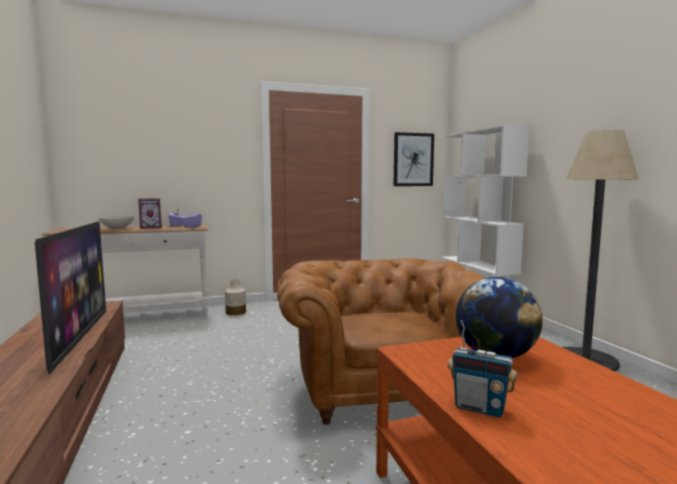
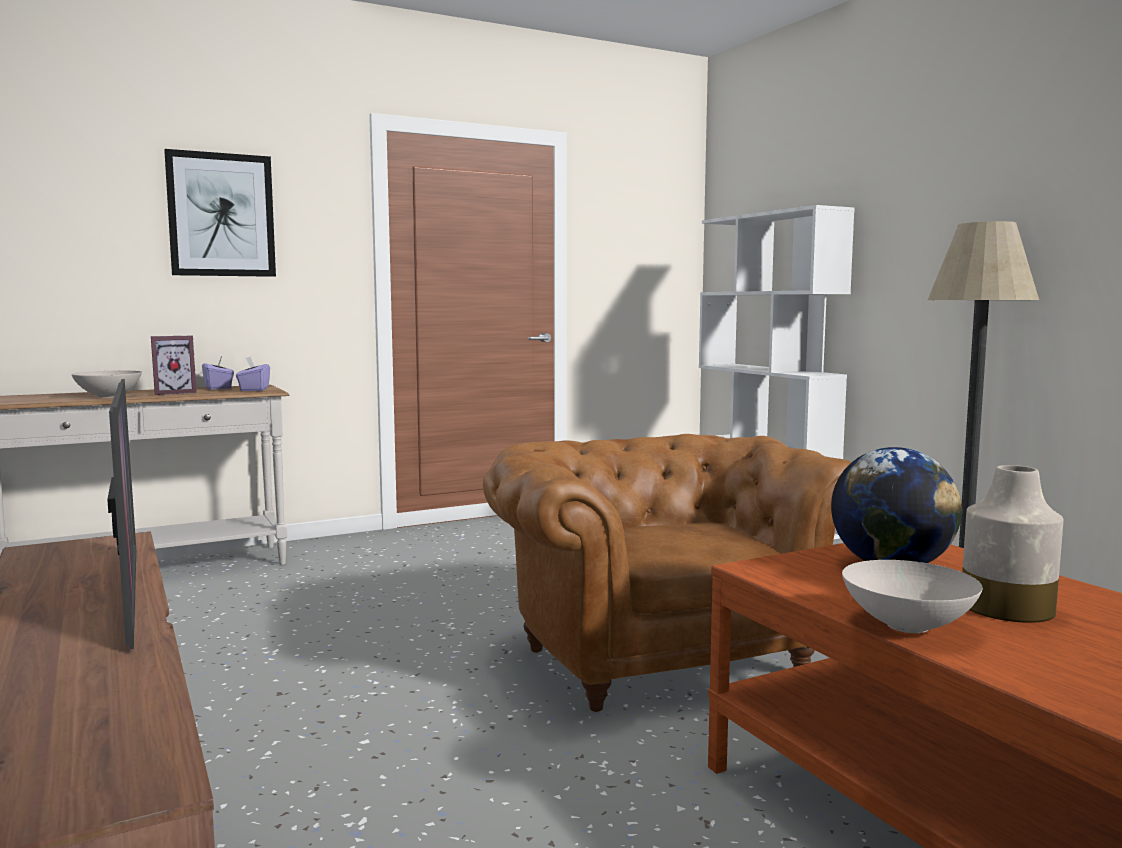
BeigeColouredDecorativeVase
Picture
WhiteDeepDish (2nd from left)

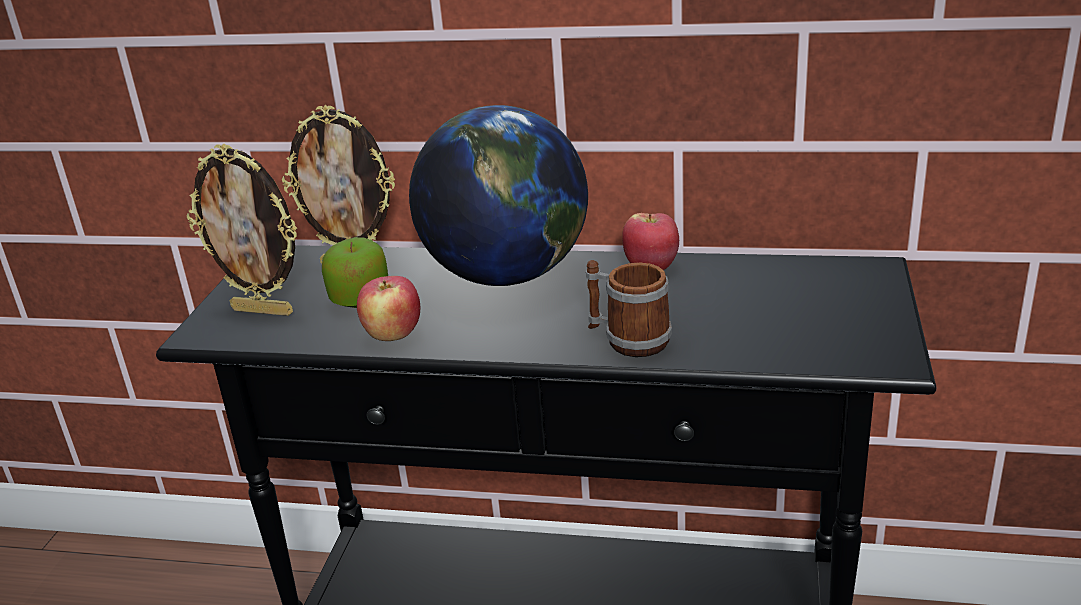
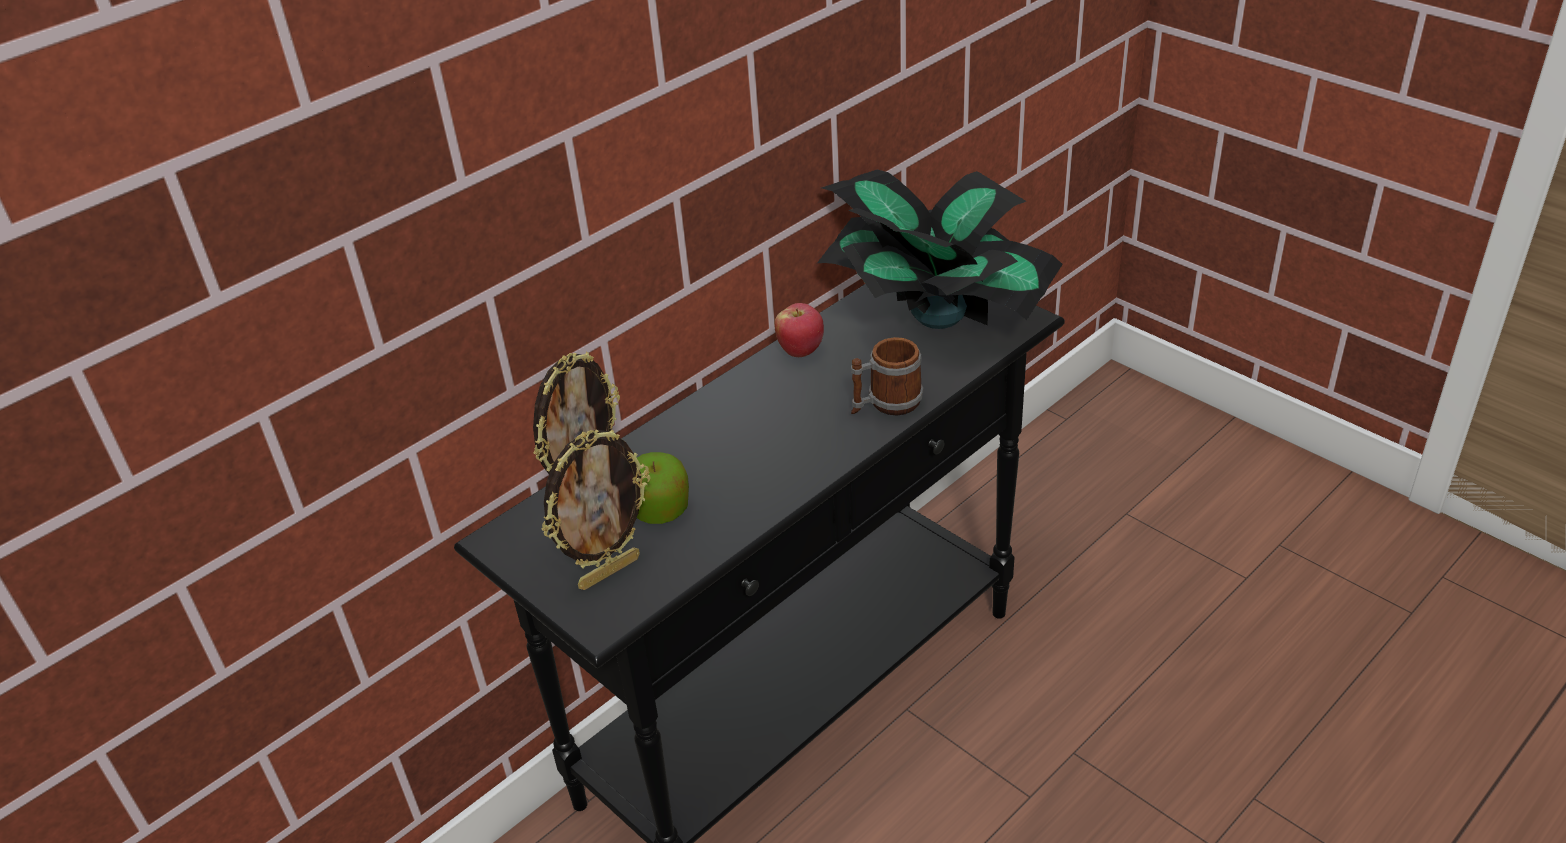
AppleFruit (2nd from left in the first image)
DeskGlobe
PottedPlant

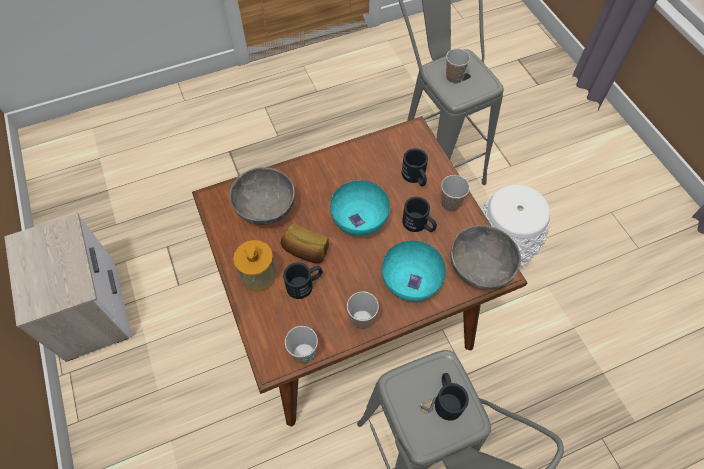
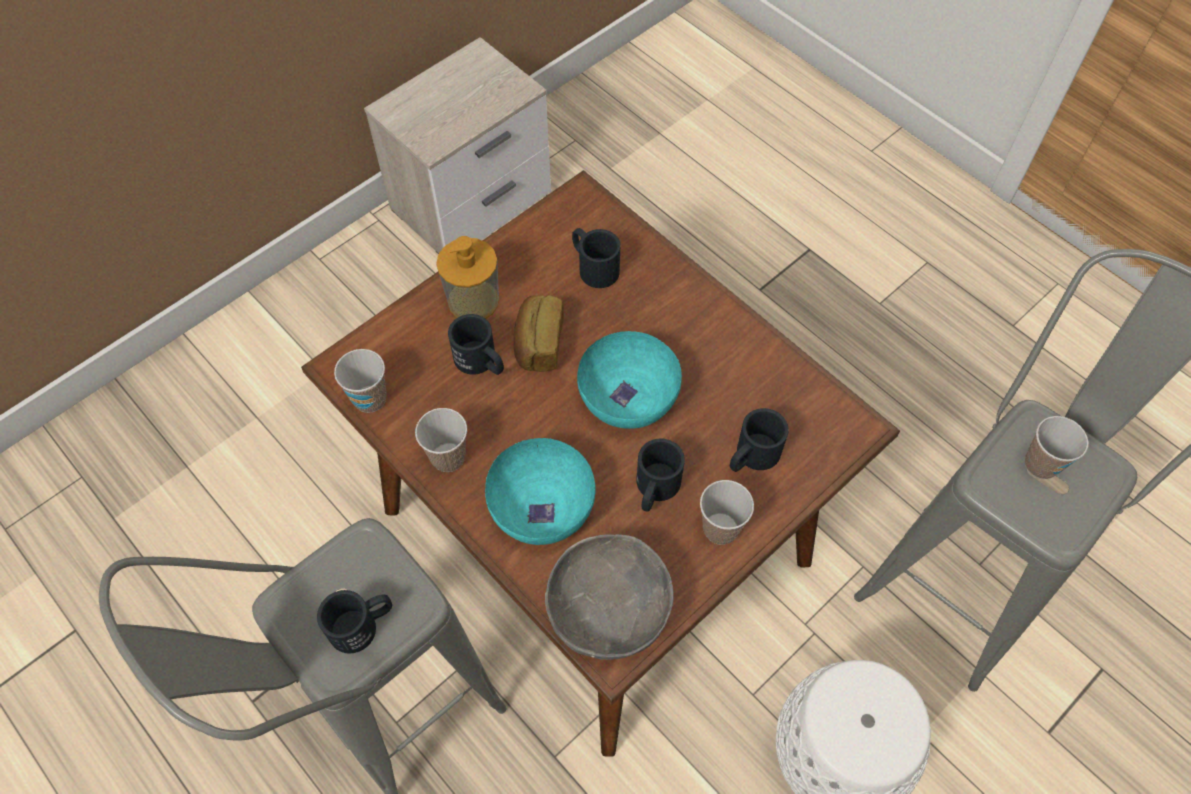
BlackCoffeeMug (3rd from left)

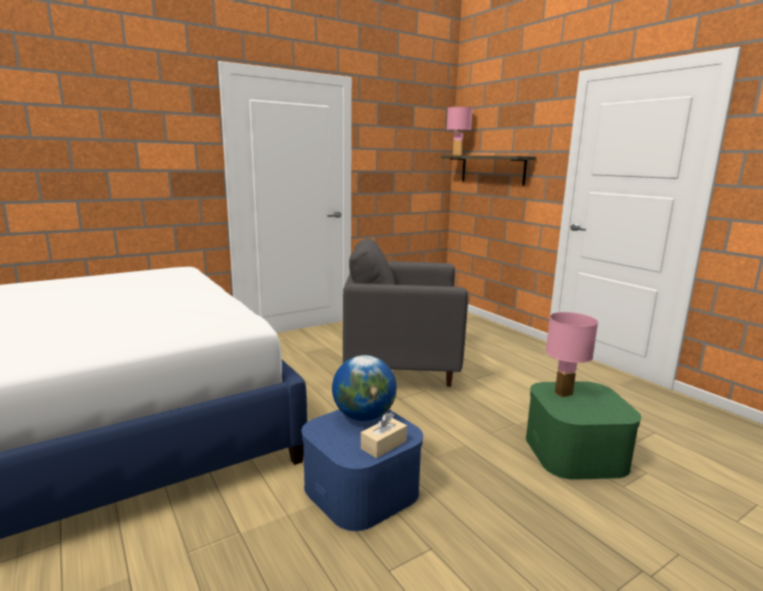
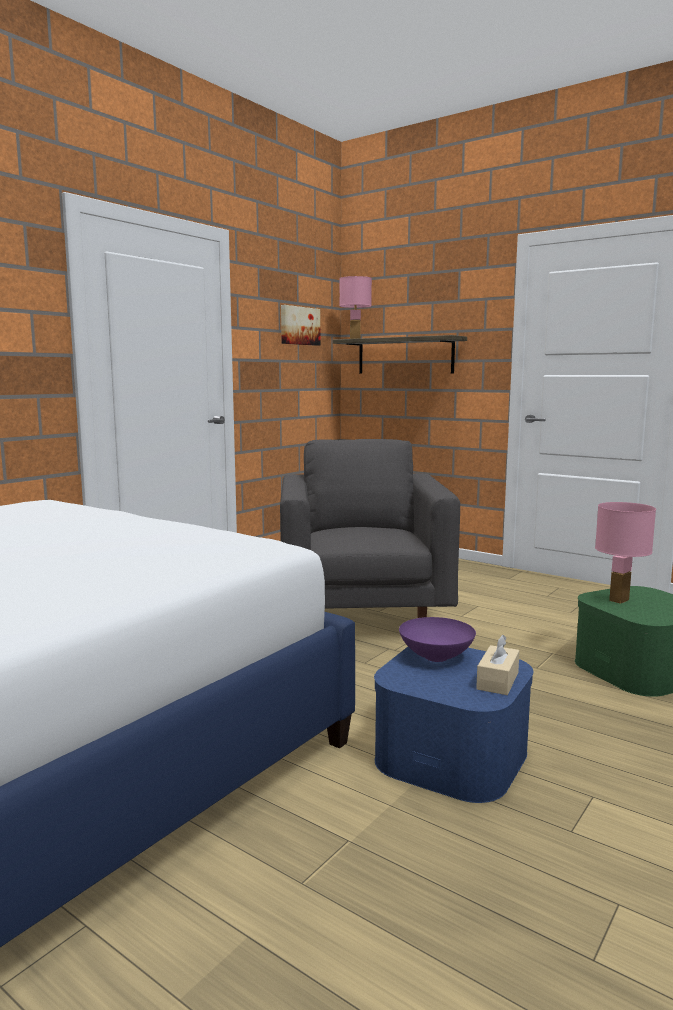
PurplishDeepDish
GreyArmchair
Picture

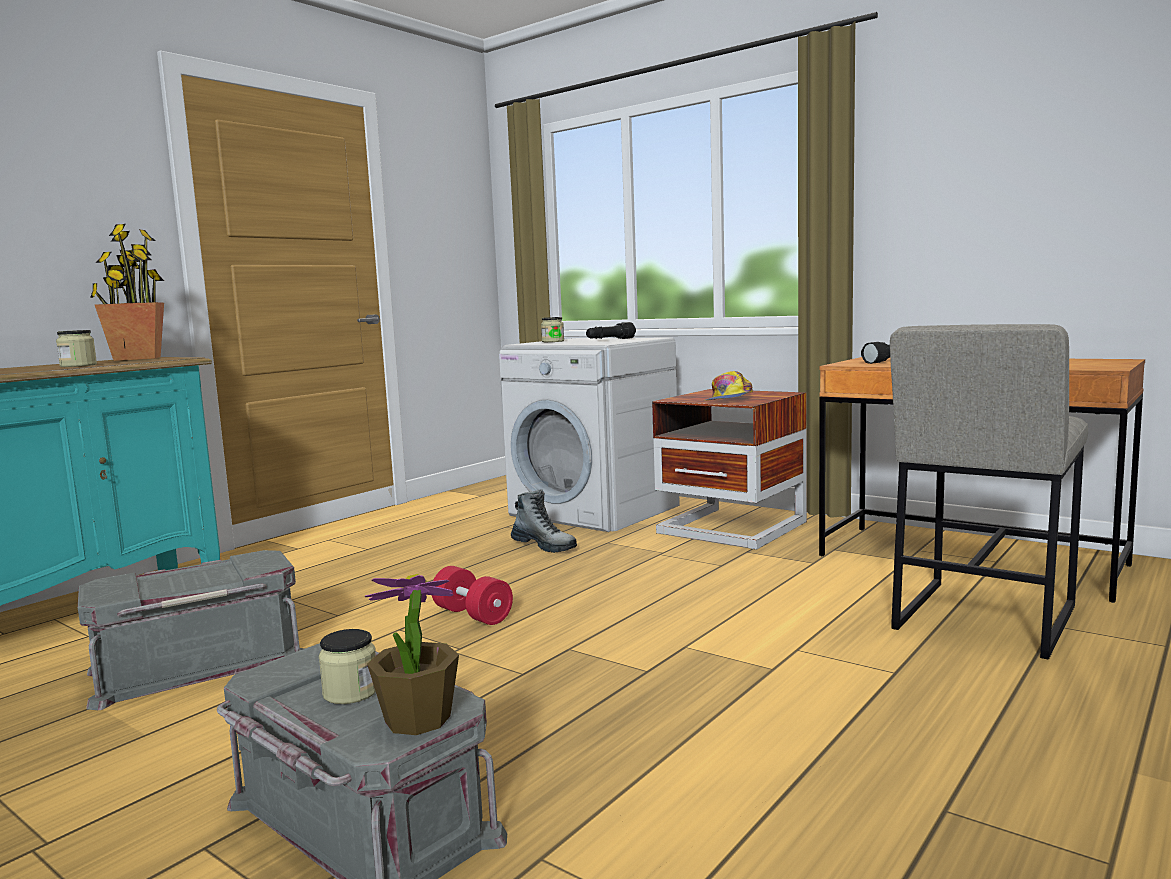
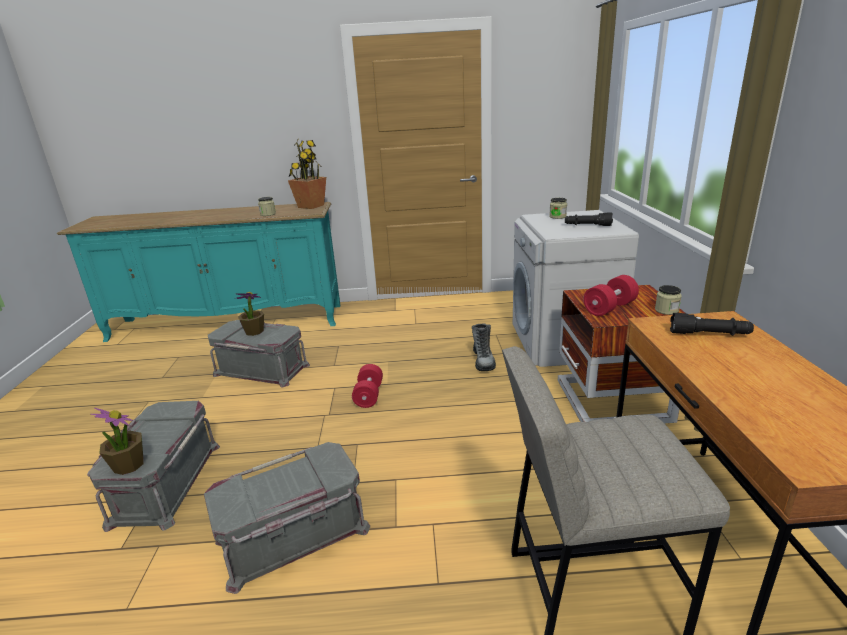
Jar (3rd from left)
RedColouredHandWeight (2nd from left)
GreyStorageContainer (3rd from left)
PottedPlant (2nd from left)

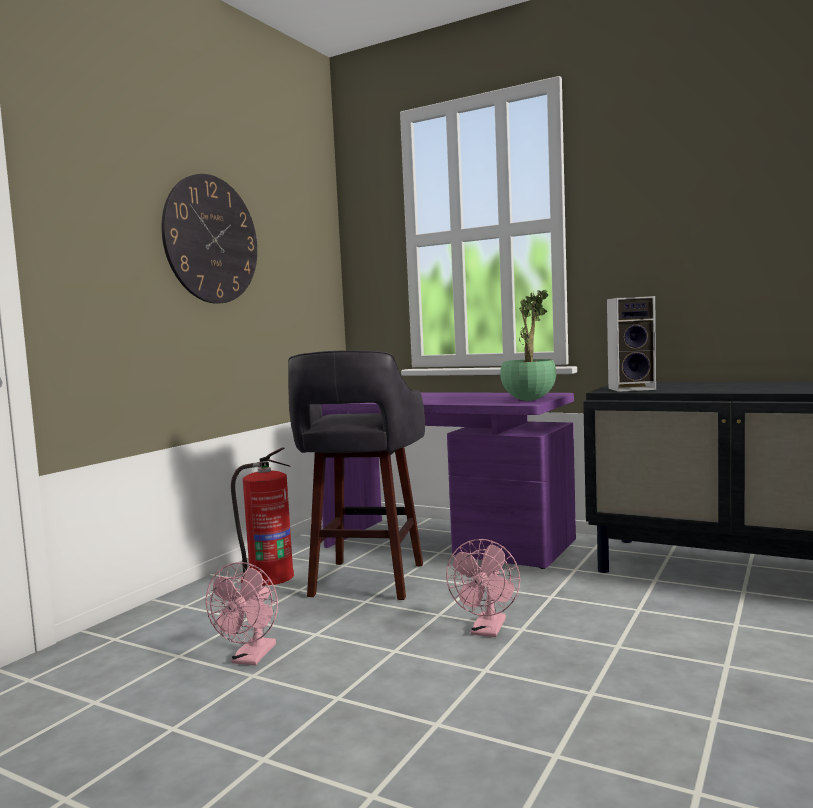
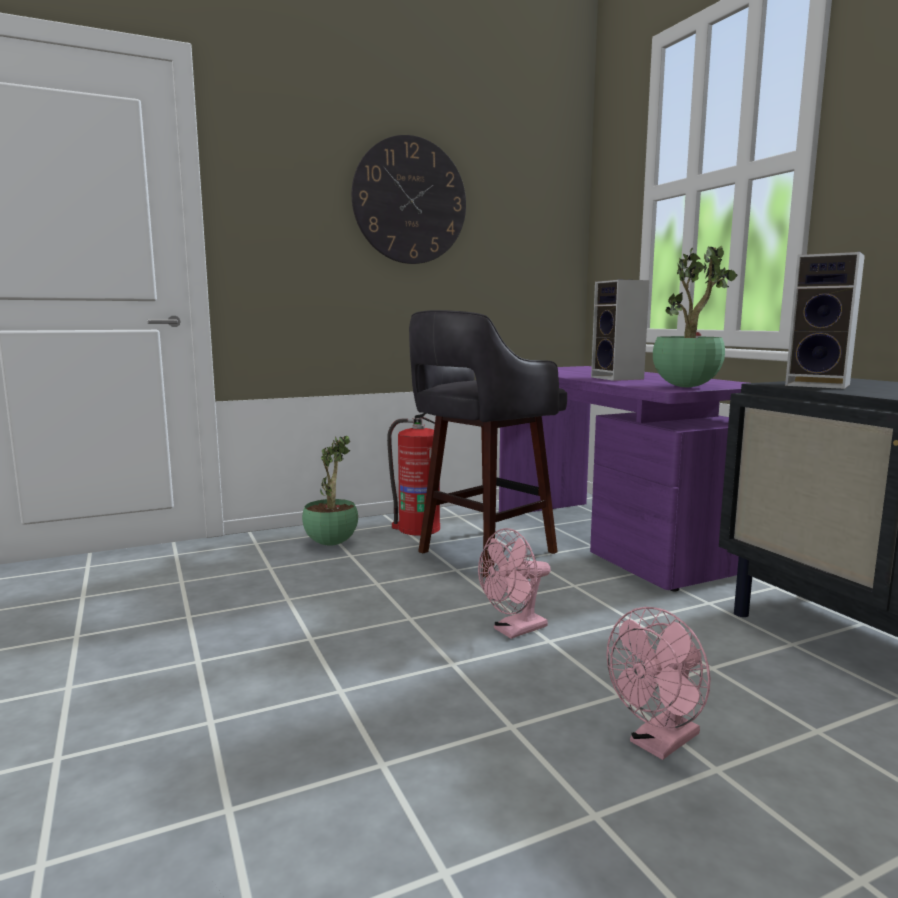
PinkElectricFan (2nd from left)
PottedPlant (1st from left)
Loudspeaker (1st from left)

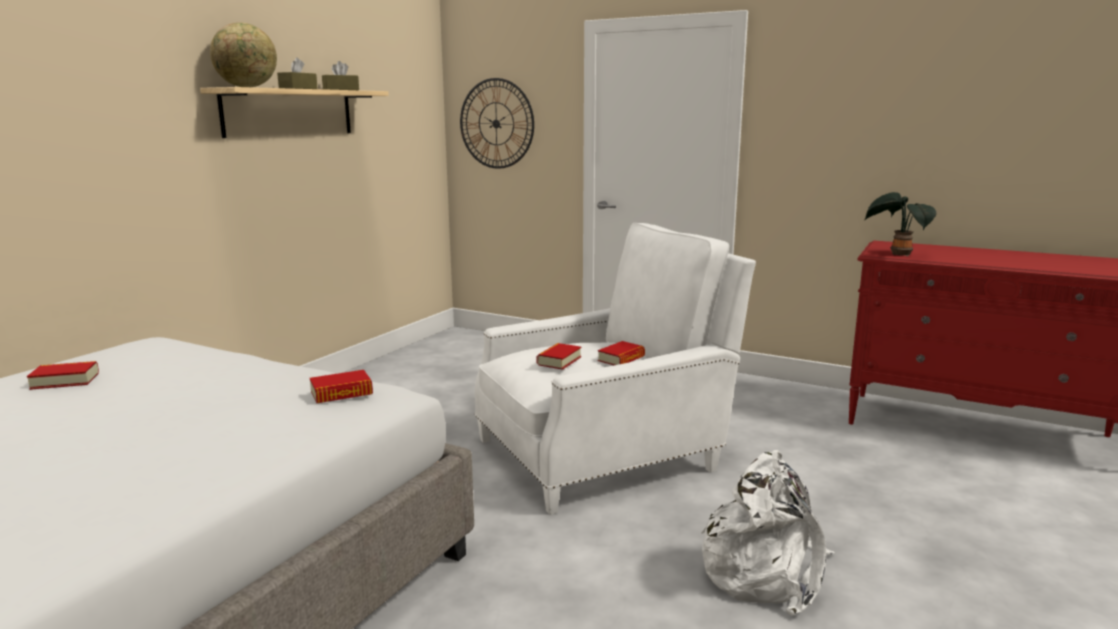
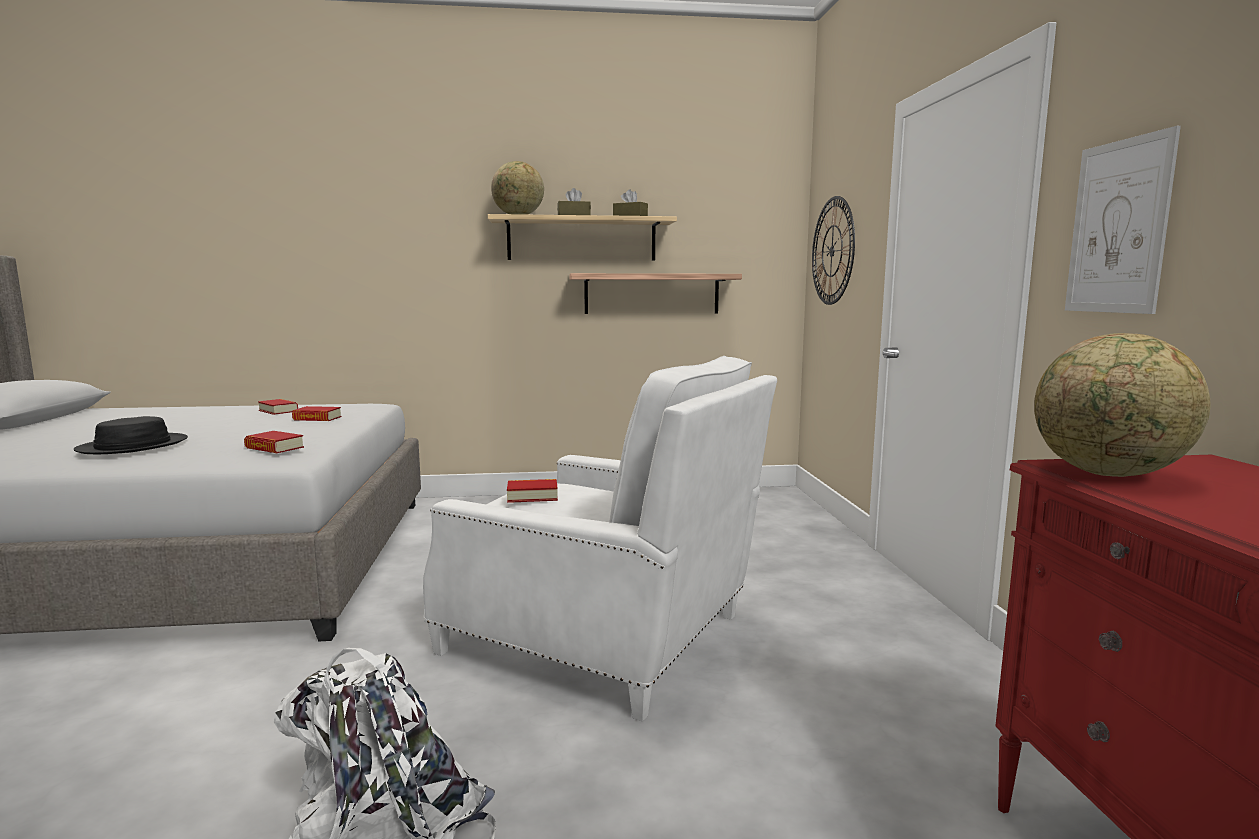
Book (3rd from left)
DeskGlobe (2nd from left)
BlackHat
WallShelf (2nd from left)
Picture

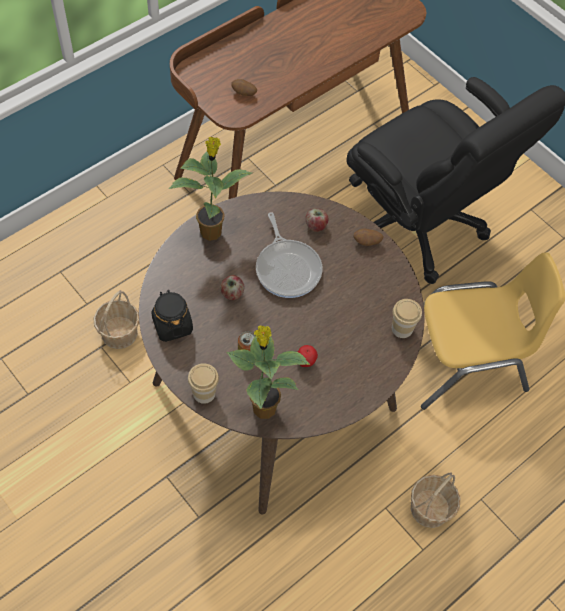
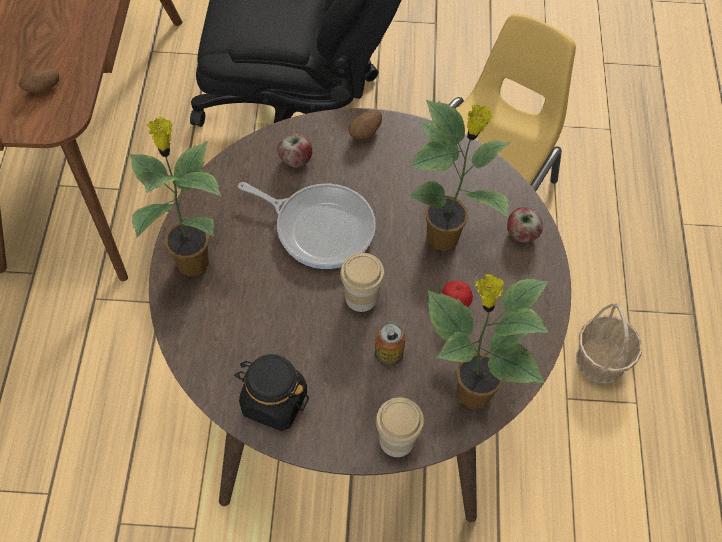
StorageBasket (1st from left in the first image)
AppleFruit (3rd from left)
Cup (1st from left)
PottedPlant (2nd from left)

